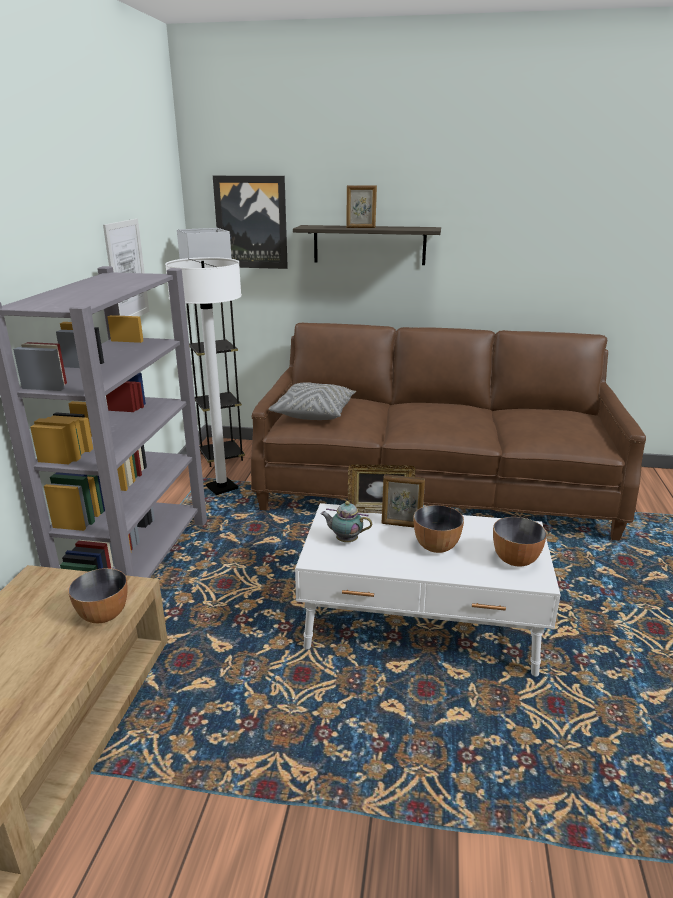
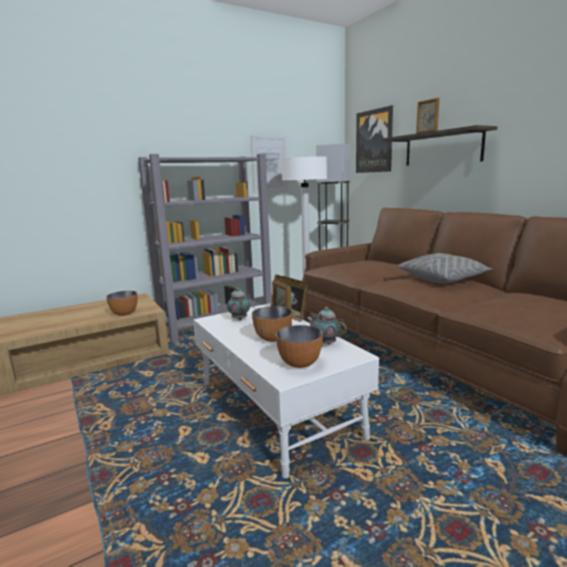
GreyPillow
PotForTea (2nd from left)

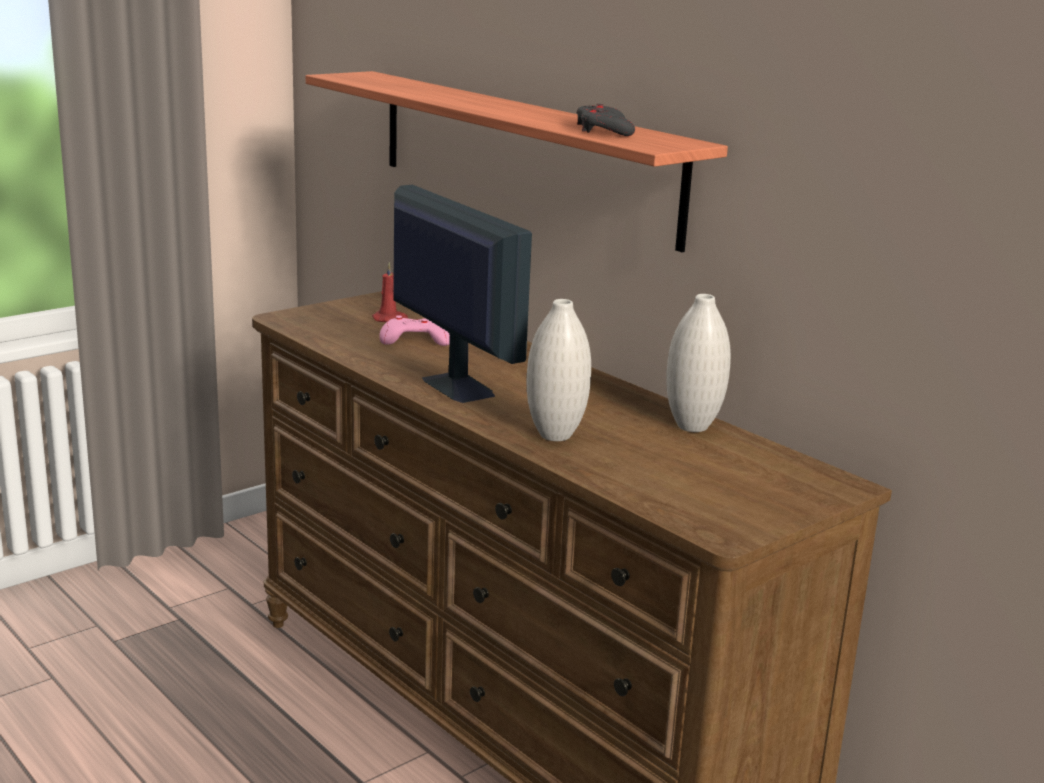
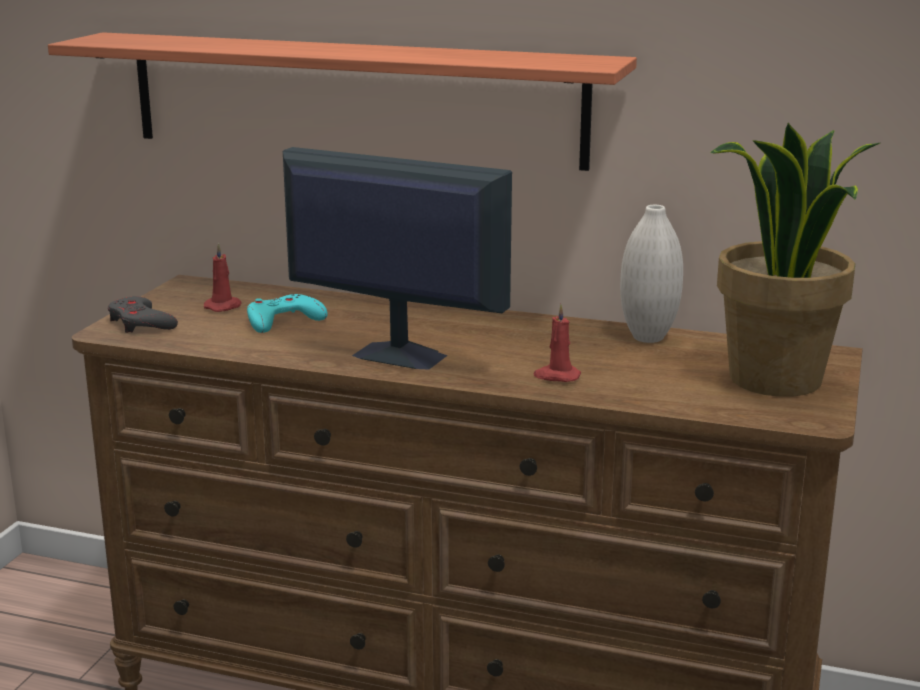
TurquoiseGamepad
RedColouredWaxCandle (2nd from left)
GreyGamepad
PottedPlant

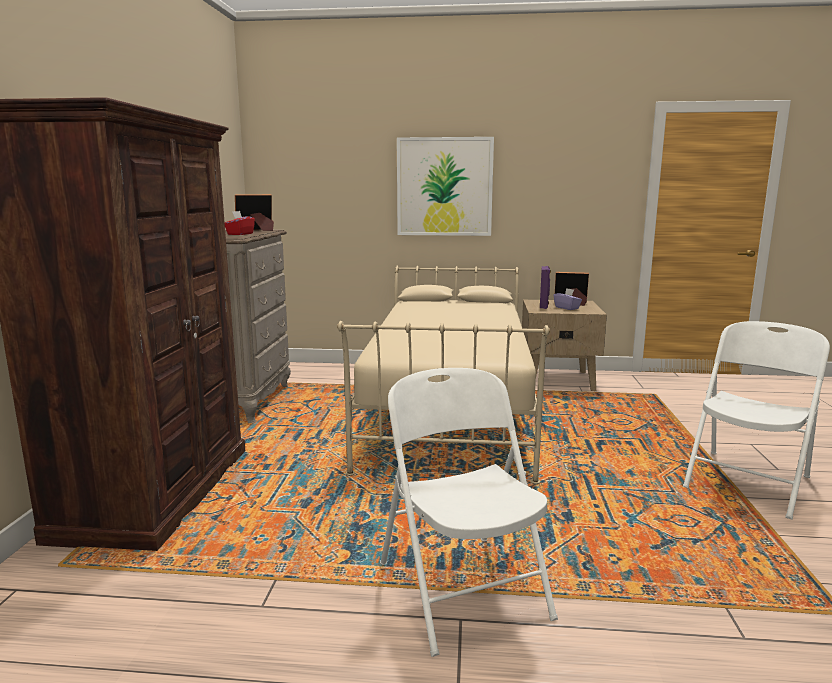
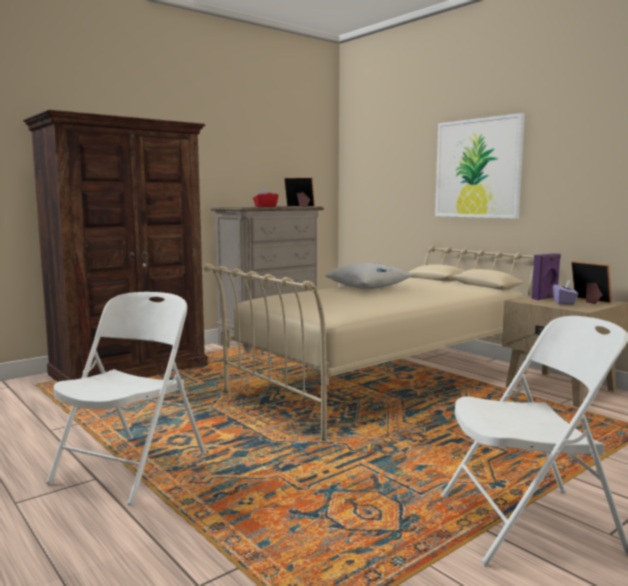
GreyPillow

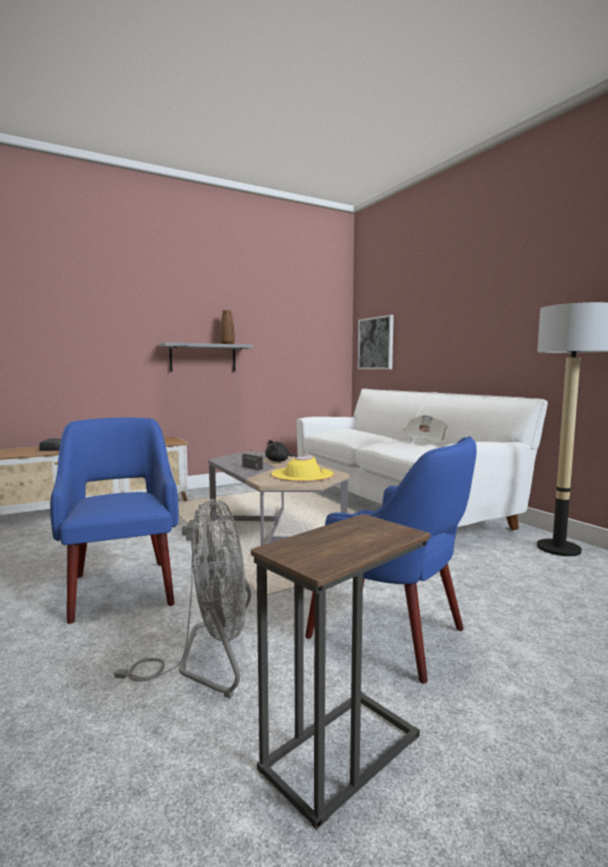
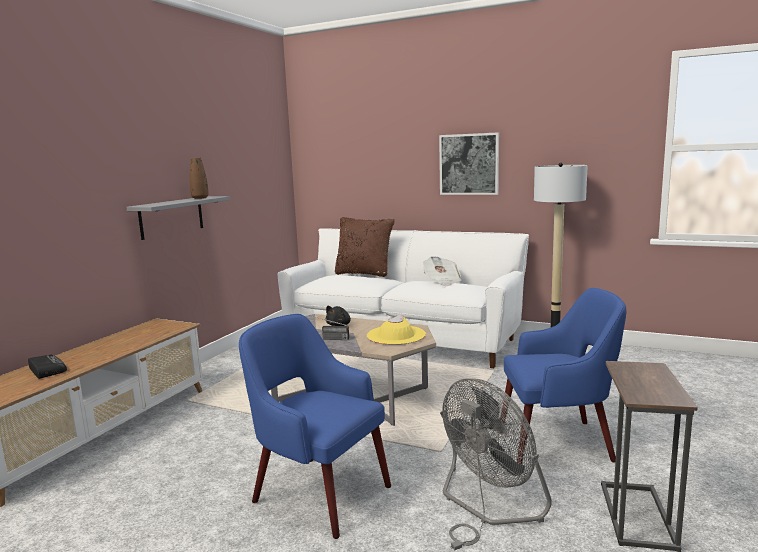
Picture
BrownishPillow

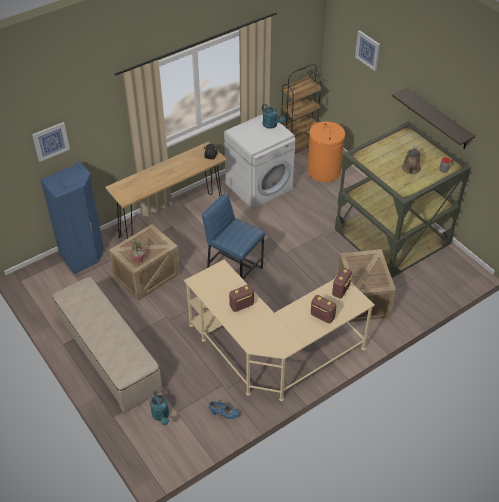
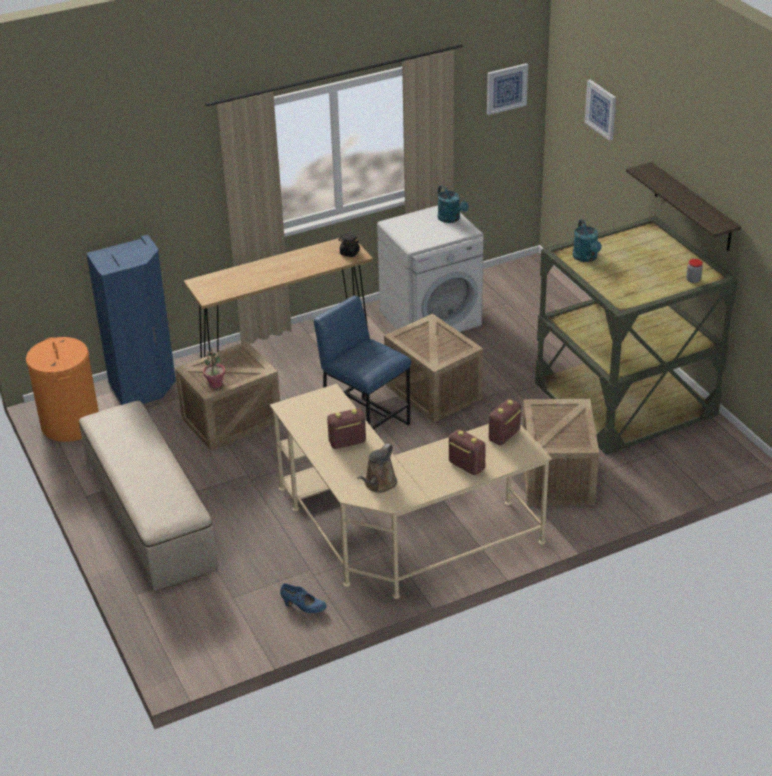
Picture (1st from left)
TurquoiseSprinklingCan (2nd from left)
BrownishTrolley
OrangeLaundryBasket
BrownishSprinklingCan
ShippingCrate (2nd from left)

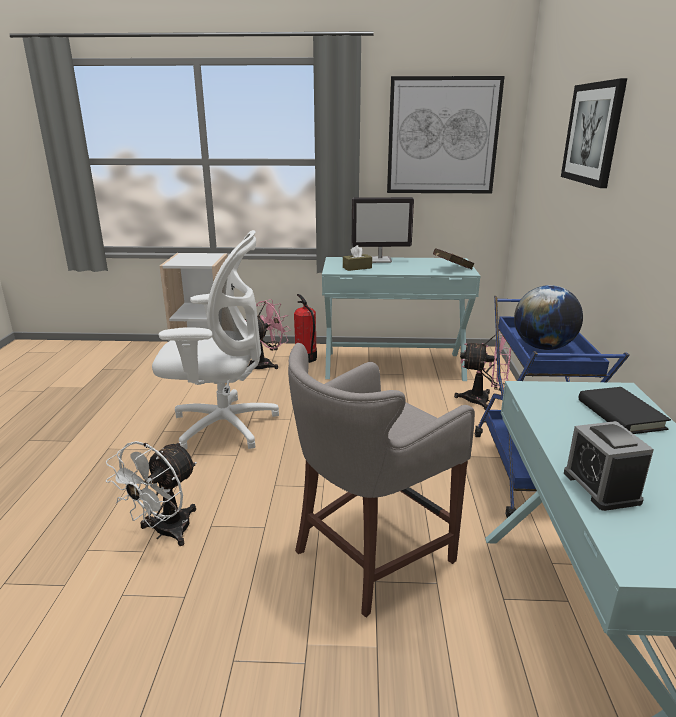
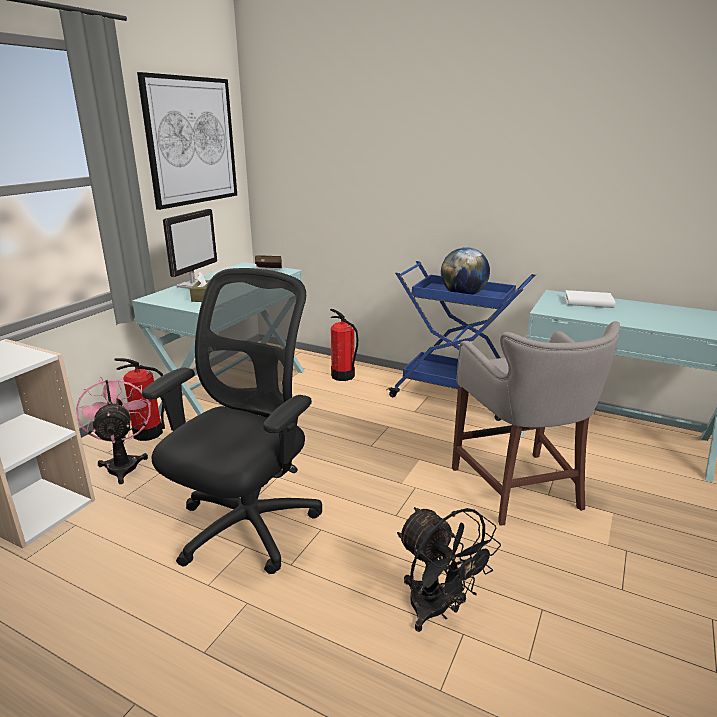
BlackElectricFan
BlackComputerChair
Extinguisher (2nd from left)
Picture (2nd from left in the first image)
AlarmClock
WhiteBook

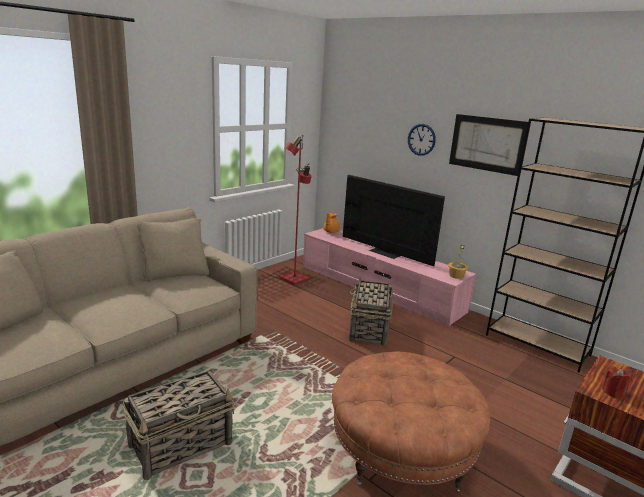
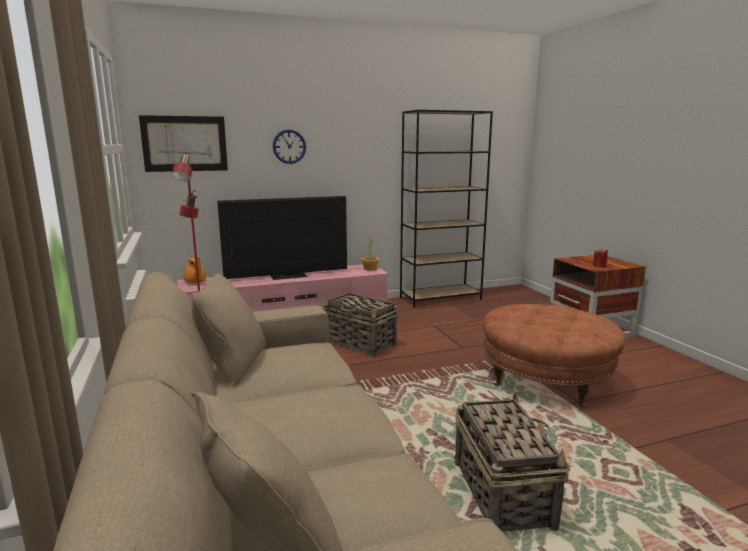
Picture

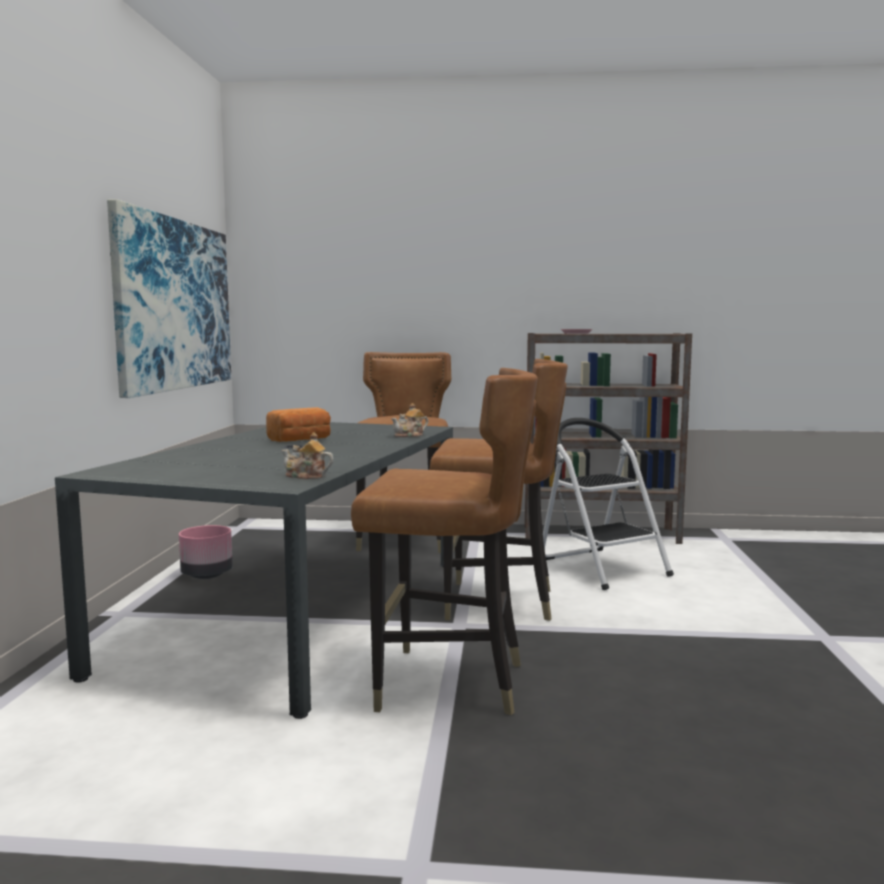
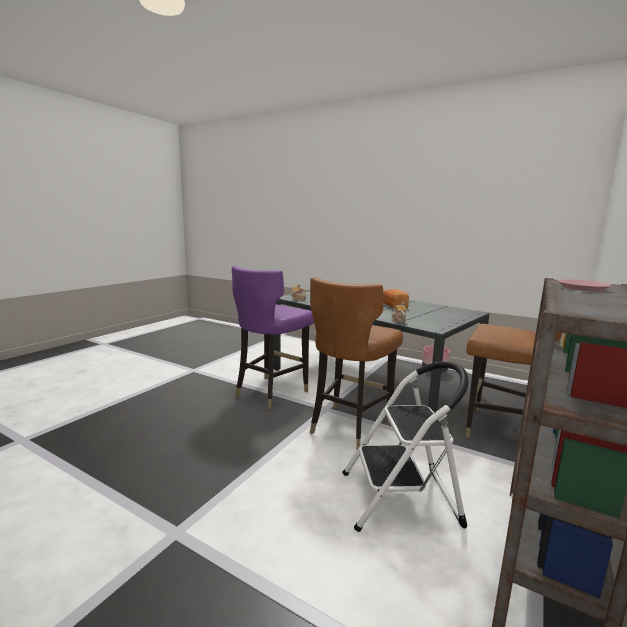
Picture
PurplishPlainChair

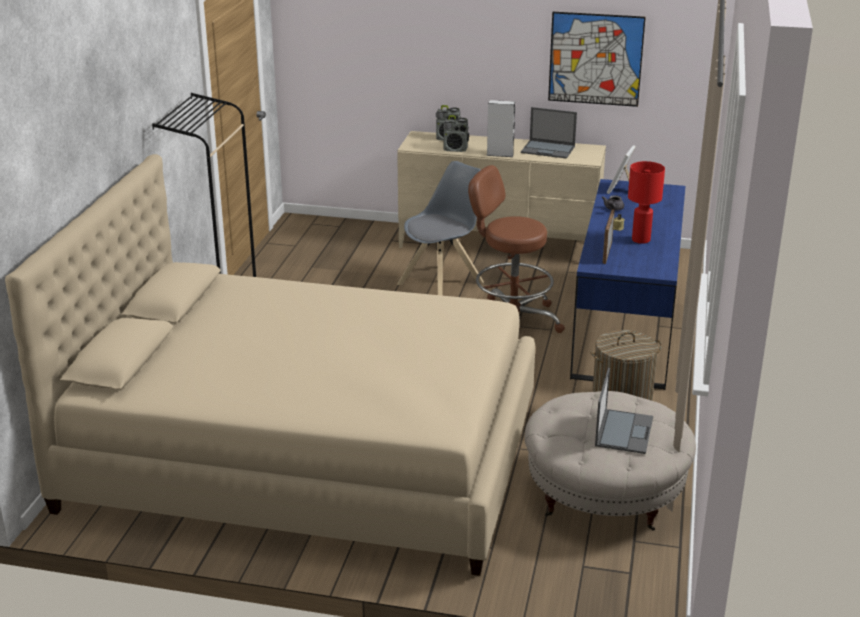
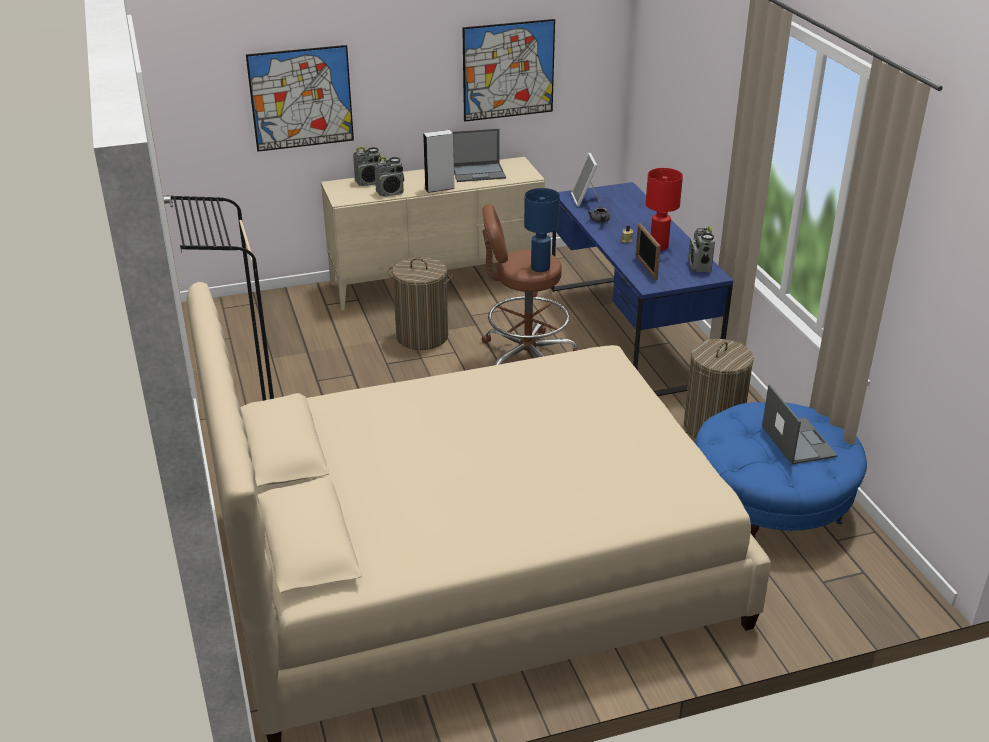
LaundryBasket (1st from left)
BlueColouredPouffe
Picture (1st from left)
BlueColouredLampForATable
RadioSet (3rd from left)

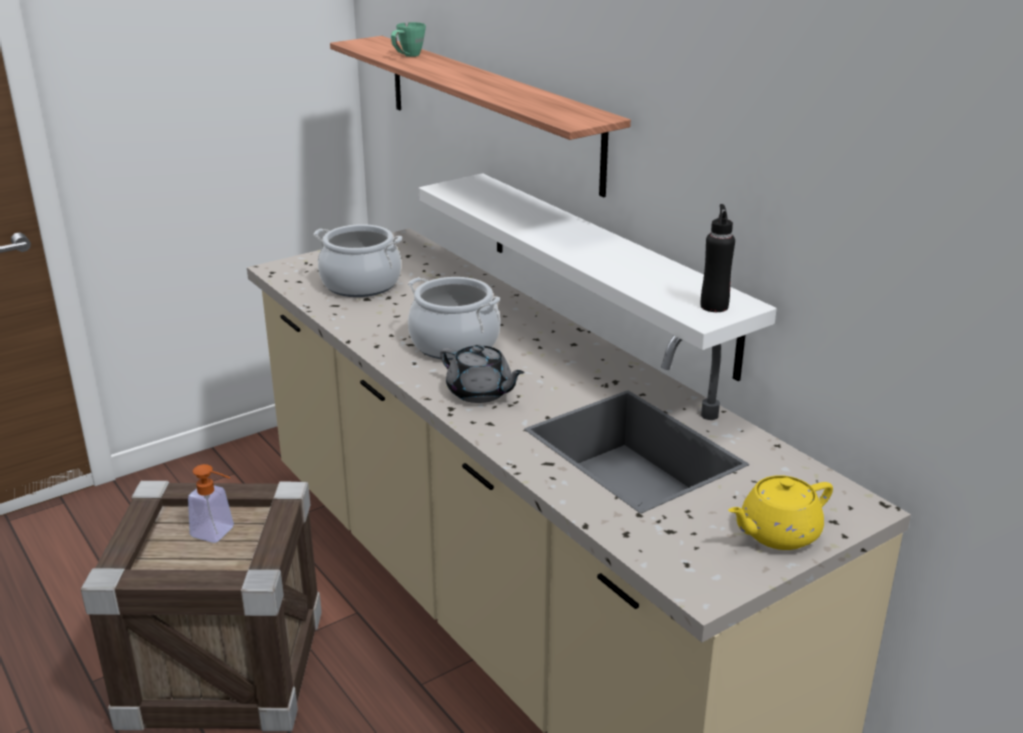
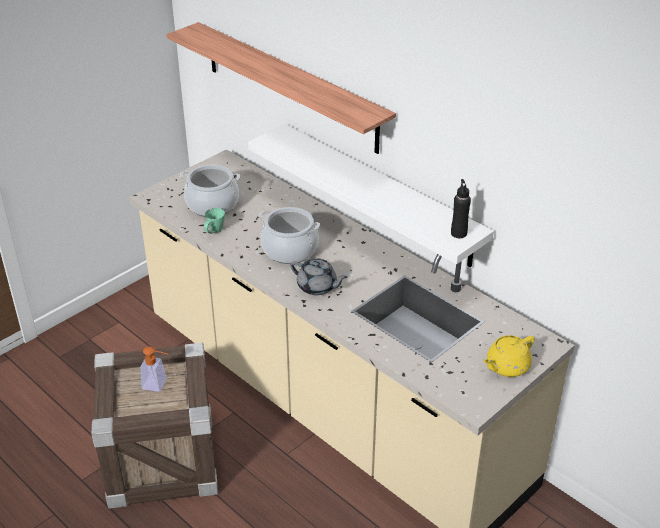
GreenCoffeeMug

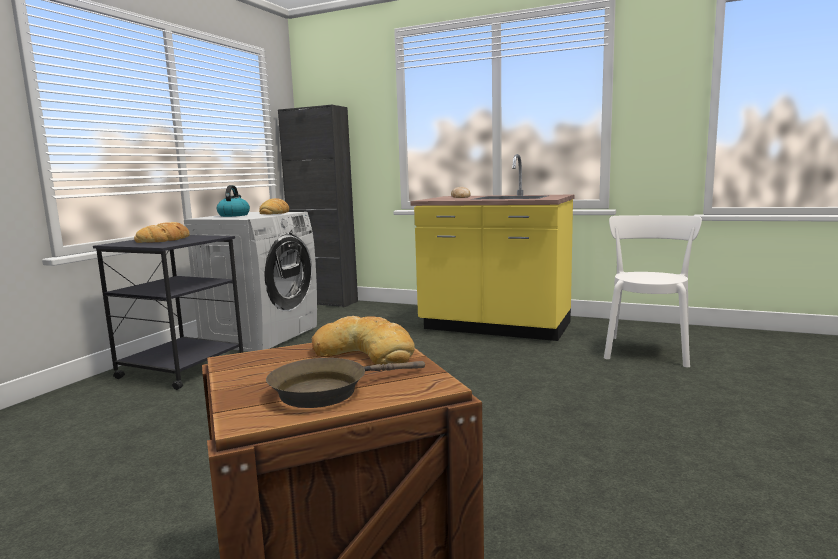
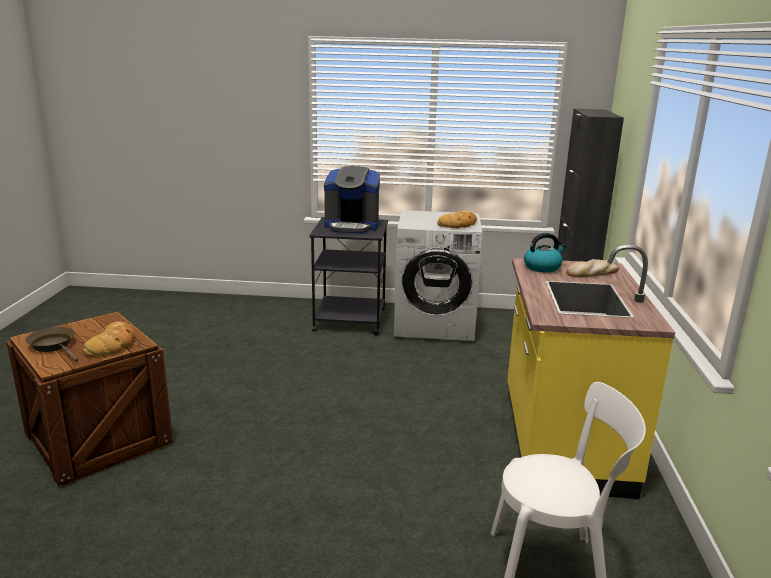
CoffeeBrewer
Kettle

